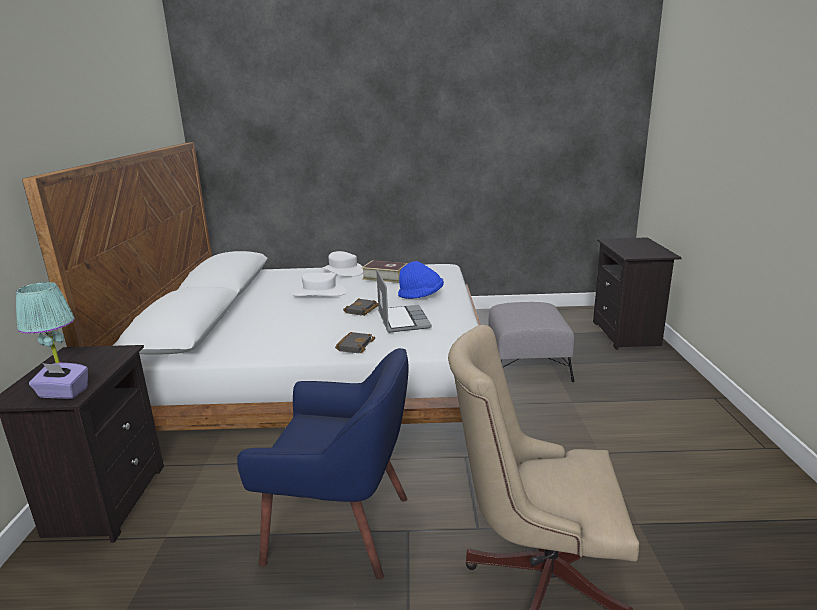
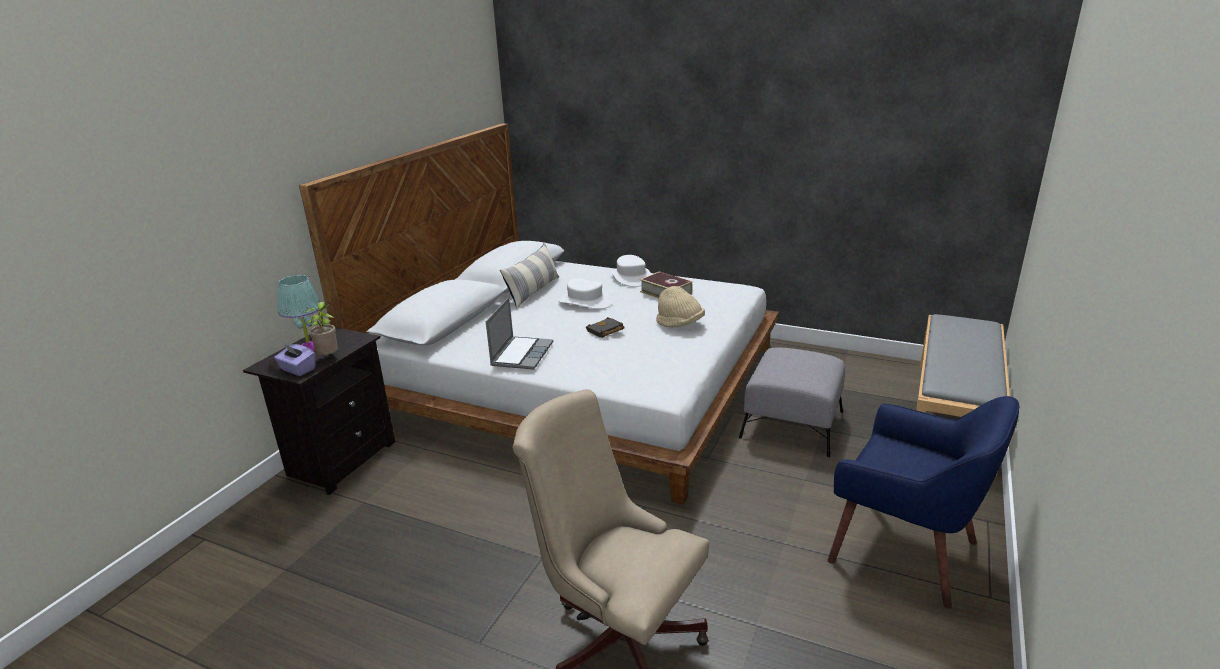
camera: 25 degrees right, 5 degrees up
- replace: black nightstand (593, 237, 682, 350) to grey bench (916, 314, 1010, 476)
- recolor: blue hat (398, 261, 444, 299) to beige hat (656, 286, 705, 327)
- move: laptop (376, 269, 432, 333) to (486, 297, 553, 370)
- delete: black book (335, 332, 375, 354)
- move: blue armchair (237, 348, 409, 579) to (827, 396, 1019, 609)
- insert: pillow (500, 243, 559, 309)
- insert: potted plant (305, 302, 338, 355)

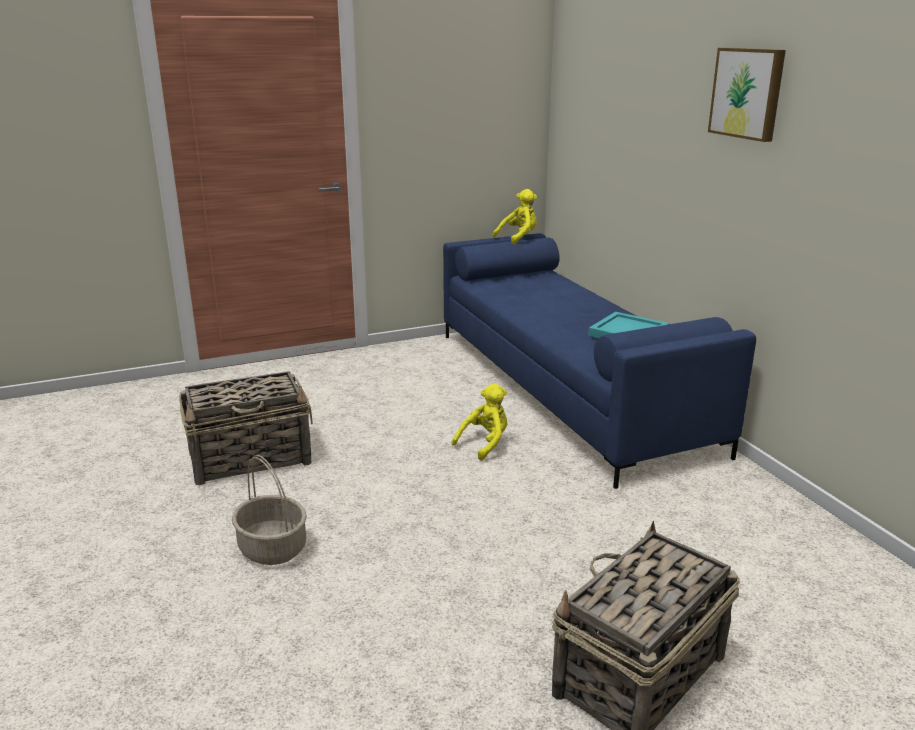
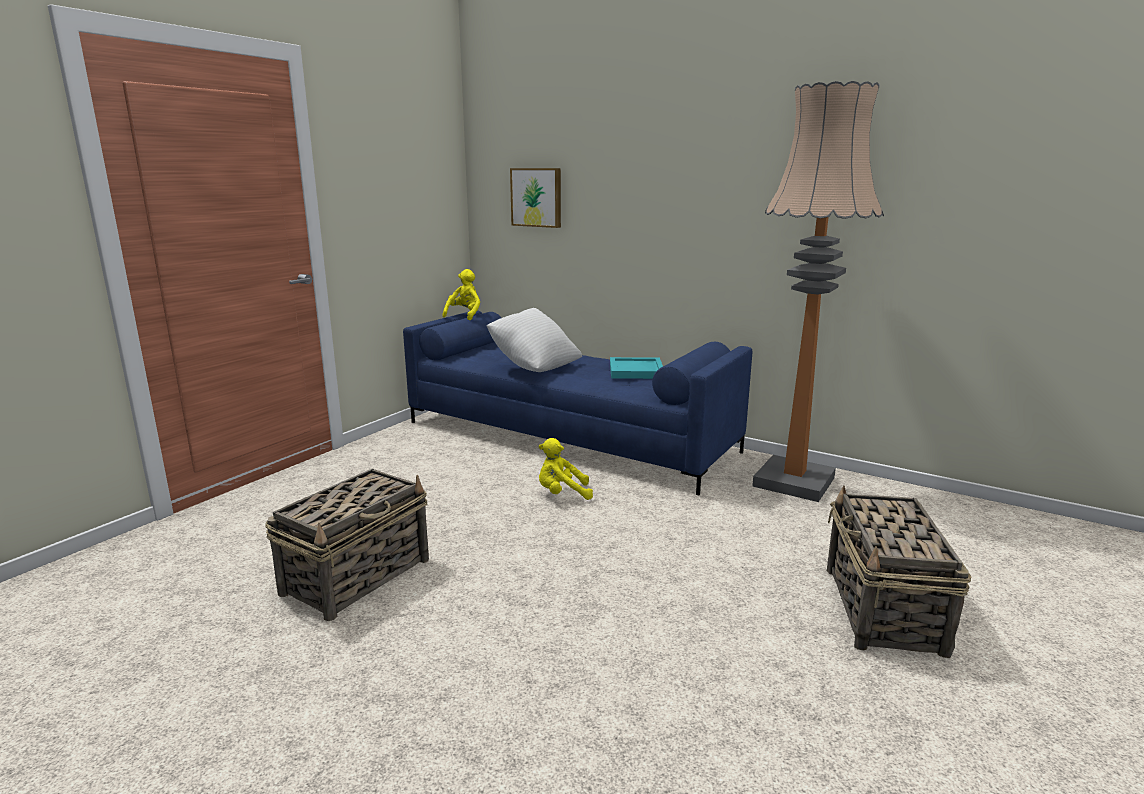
camera: 35 degrees left, 5 degrees down
- move: picture (708, 48, 786, 142) to (510, 168, 561, 228)
- rotate: yellow plush toy (452, 384, 507, 461) = (539, 438, 593, 500) 105 degrees counterclockwise
- delete: basket (232, 455, 307, 565)
- insert: floor lamp (752, 81, 884, 502)
- insert: white pillow (487, 308, 582, 372)

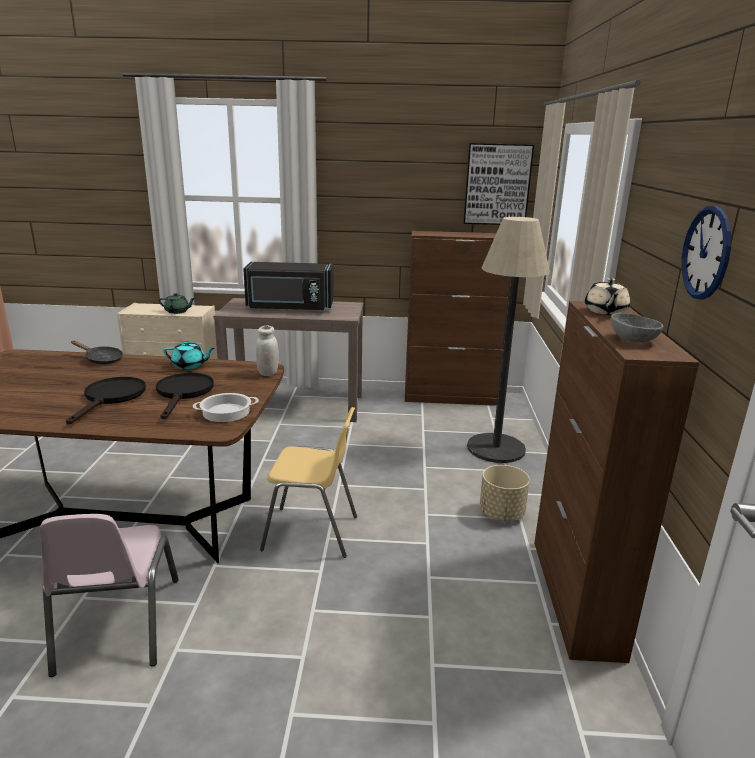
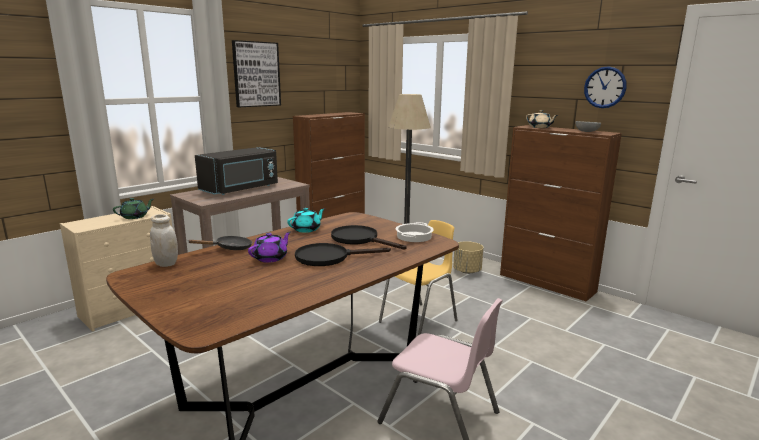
camera: 50 degrees left, 5 degrees down
- move: picture (463, 143, 534, 225) to (232, 40, 281, 107)
- move: white jar (256, 326, 279, 376) to (150, 214, 178, 267)
- rotate: black frying pan (66, 377, 146, 424) = (295, 243, 391, 266) 60 degrees counterclockwise
- insert: purple teapot (248, 231, 291, 263)

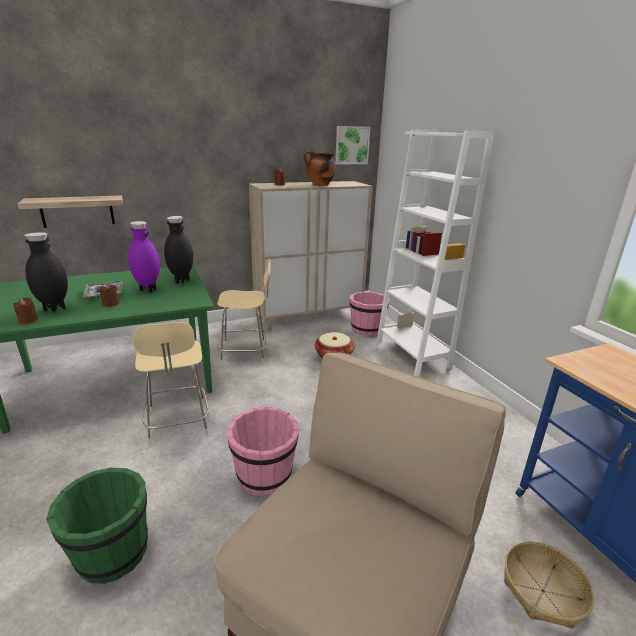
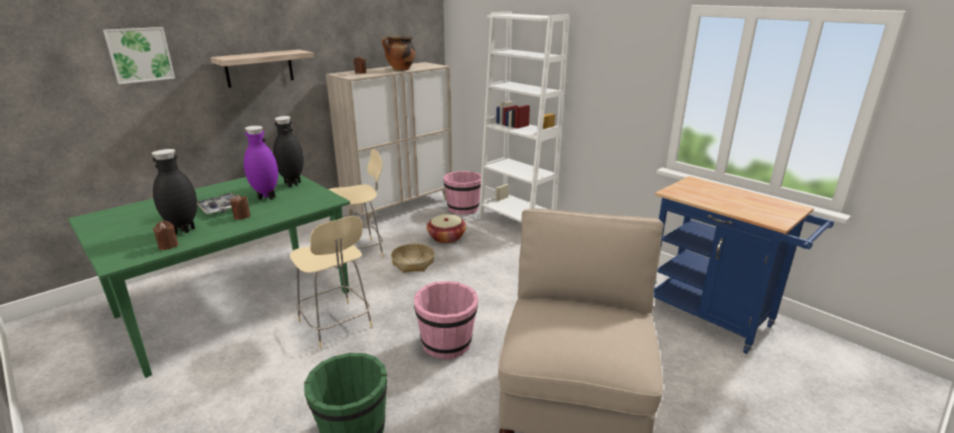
camera: 20 degrees left, 0 degrees up
- move: picture (335, 126, 370, 164) to (103, 27, 175, 84)
- move: shelf (18, 195, 123, 228) to (210, 50, 314, 88)
- move: basket (504, 541, 595, 629) to (391, 243, 435, 273)

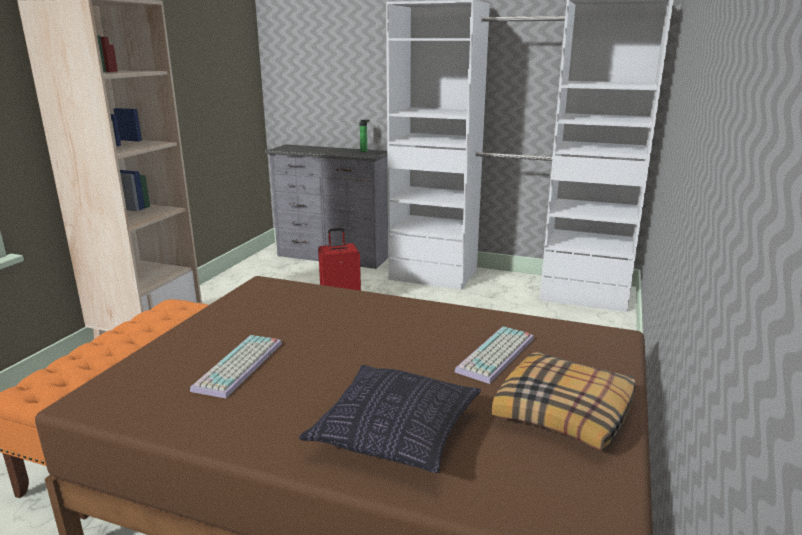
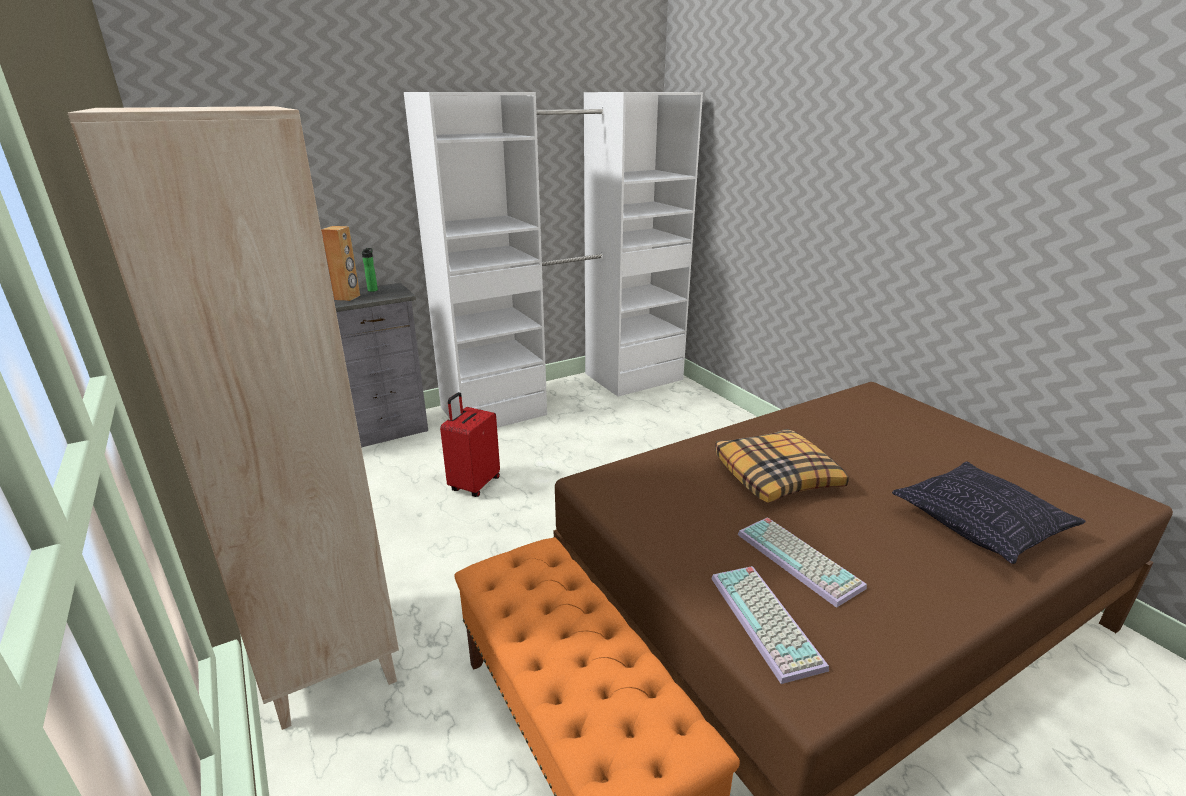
camera: 50 degrees left, 5 degrees up
- move: keyboard (455, 327, 534, 384) to (711, 566, 829, 684)
- move: pillow (492, 352, 636, 451) to (715, 429, 849, 503)
- insert: brown speaker (321, 226, 360, 301)

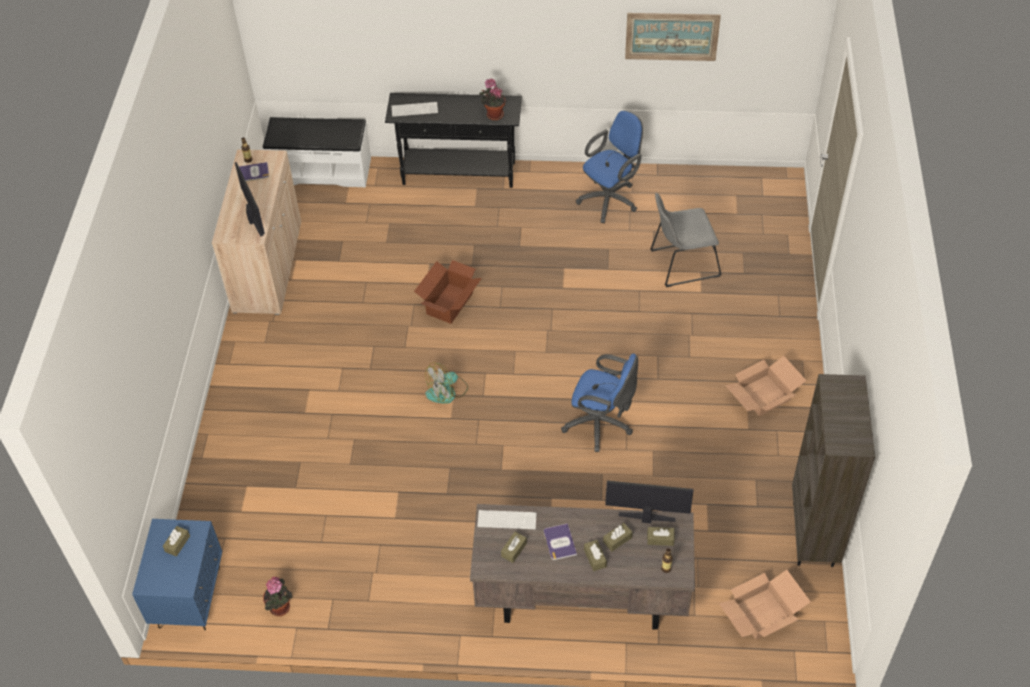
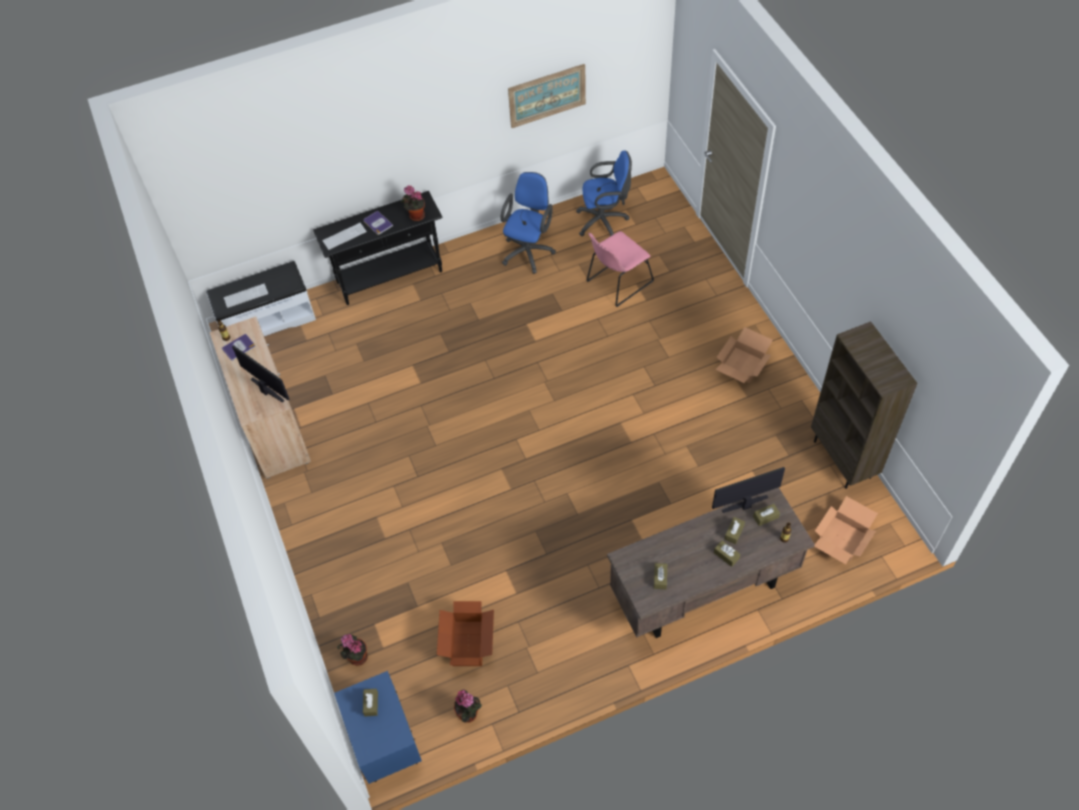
camera: 25 degrees left, 5 degrees up
- recolor: grey chair (650, 193, 721, 287) to pink chair (586, 231, 654, 307)
- move: cardboard box (414, 260, 482, 324) to (437, 601, 494, 666)
- move: blue office chair (561, 354, 638, 452) to (576, 151, 632, 236)
- delete: fan (425, 362, 468, 403)
- move: keyboard (477, 510, 537, 529) to (224, 284, 268, 308)
- move: book (544, 523, 577, 560) to (364, 210, 393, 235)
- insert: potted plant (337, 634, 368, 666)

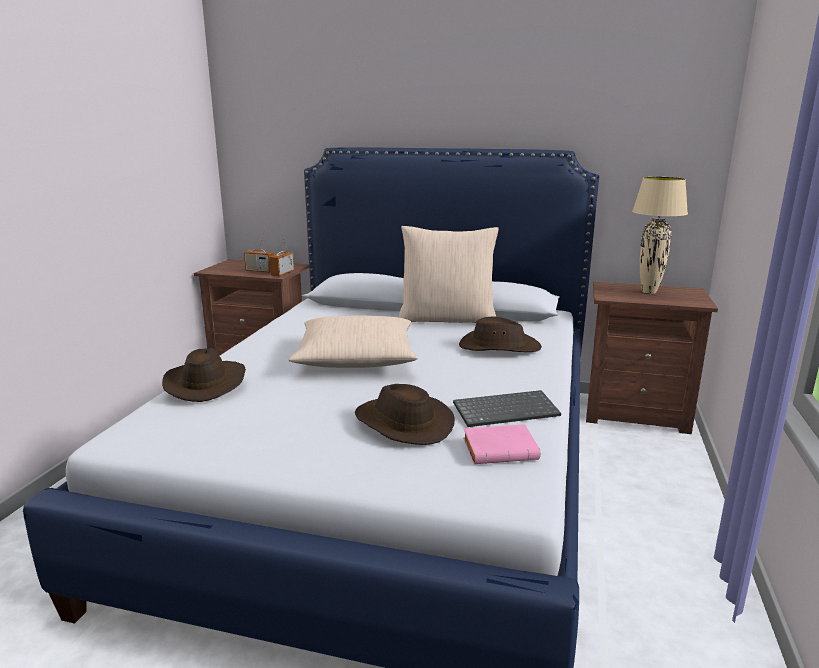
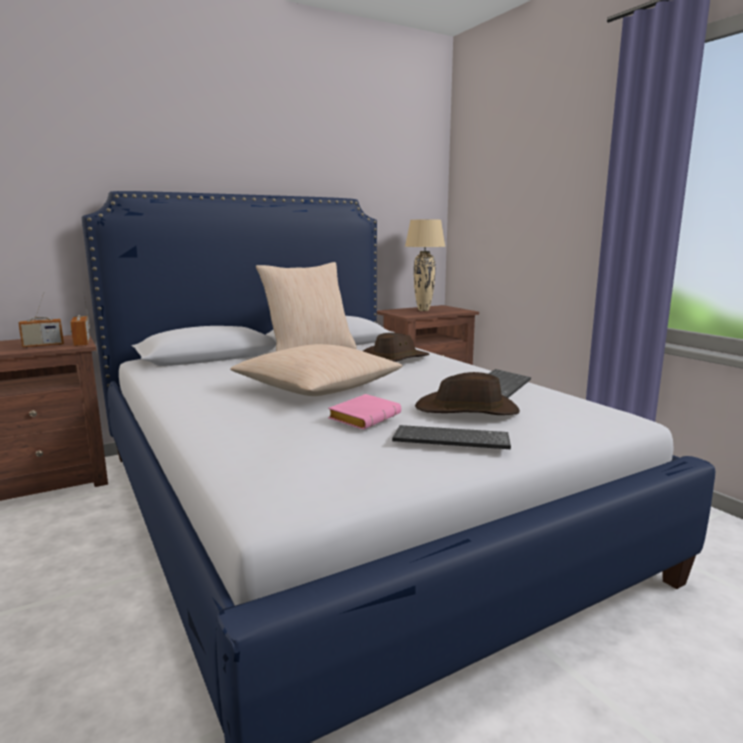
camera: 45 degrees left, 5 degrees down
- delete: brown hat (162, 348, 246, 402)
- move: pink book (463, 424, 540, 464) to (328, 394, 401, 430)
- insert: keyboard (392, 425, 511, 449)

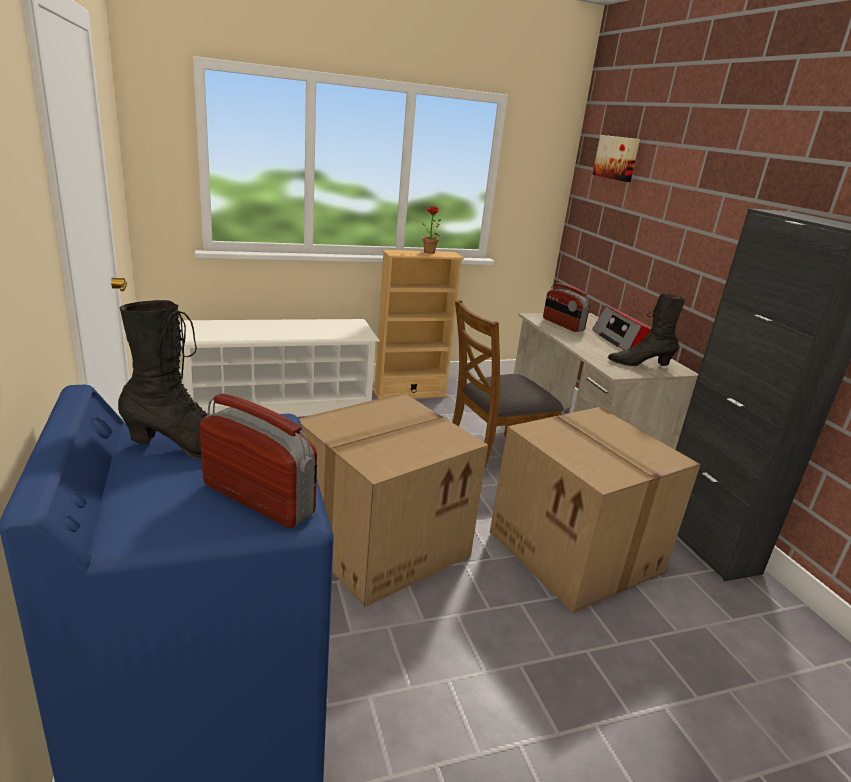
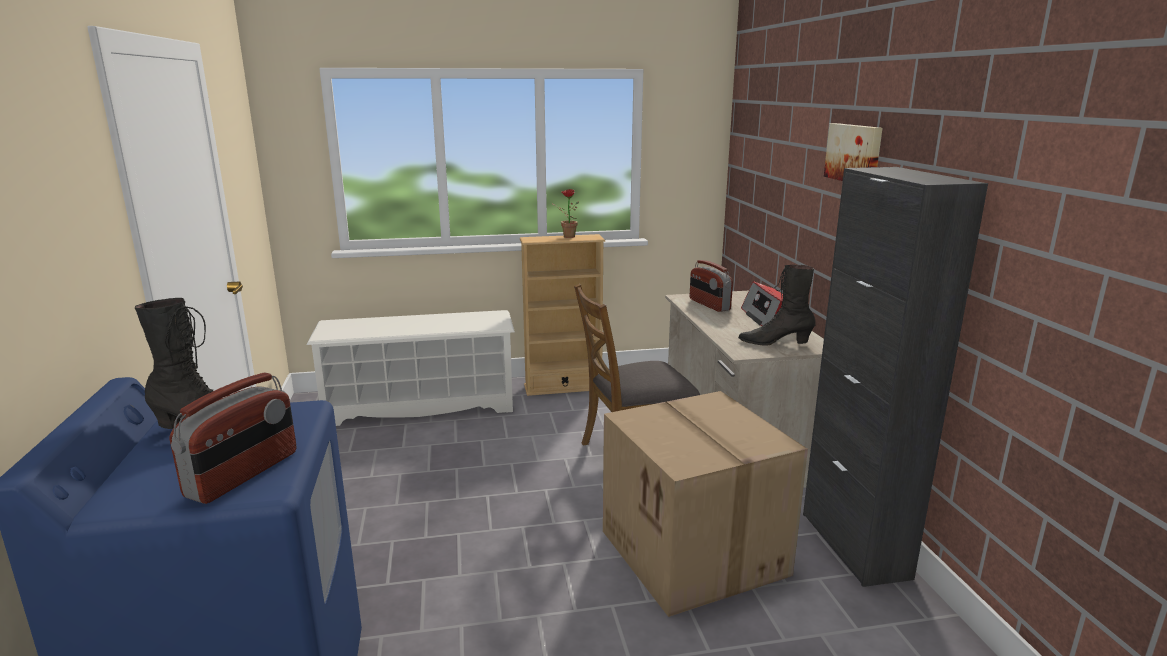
camera: 10 degrees right, 5 degrees down
- move: picture (592, 135, 640, 182) to (824, 123, 883, 181)
- rotate: radio (200, 393, 317, 528) = (170, 373, 296, 504) 75 degrees clockwise
- delete: cardboard box (298, 393, 488, 607)

